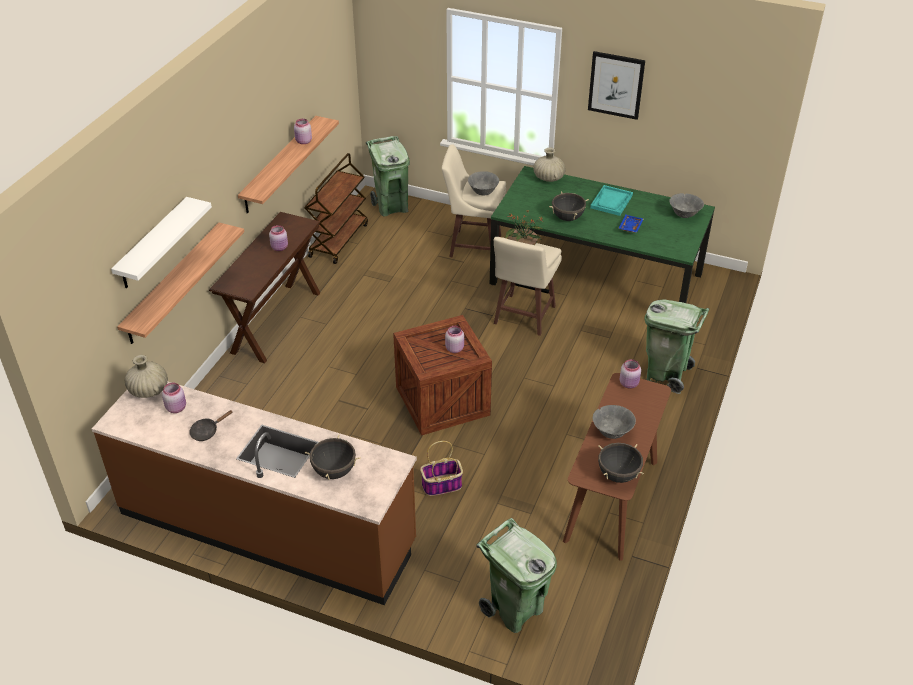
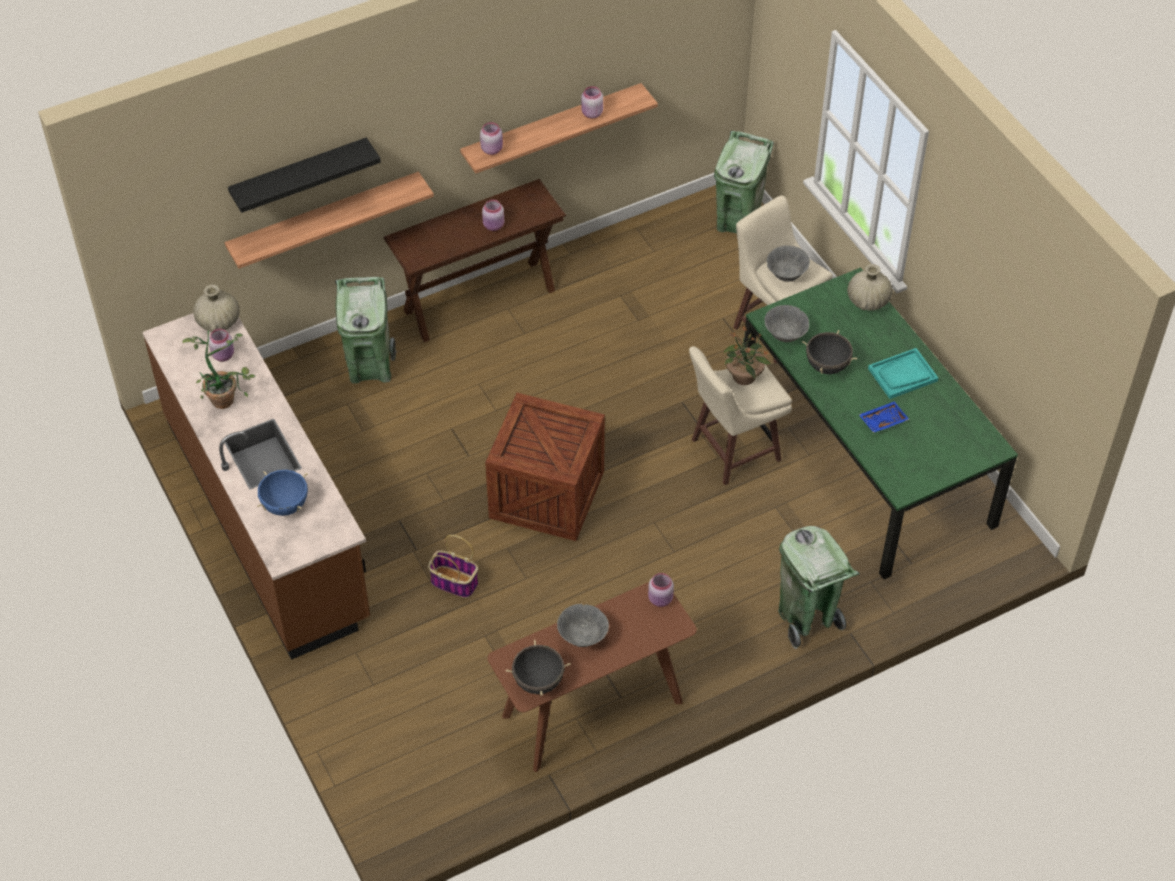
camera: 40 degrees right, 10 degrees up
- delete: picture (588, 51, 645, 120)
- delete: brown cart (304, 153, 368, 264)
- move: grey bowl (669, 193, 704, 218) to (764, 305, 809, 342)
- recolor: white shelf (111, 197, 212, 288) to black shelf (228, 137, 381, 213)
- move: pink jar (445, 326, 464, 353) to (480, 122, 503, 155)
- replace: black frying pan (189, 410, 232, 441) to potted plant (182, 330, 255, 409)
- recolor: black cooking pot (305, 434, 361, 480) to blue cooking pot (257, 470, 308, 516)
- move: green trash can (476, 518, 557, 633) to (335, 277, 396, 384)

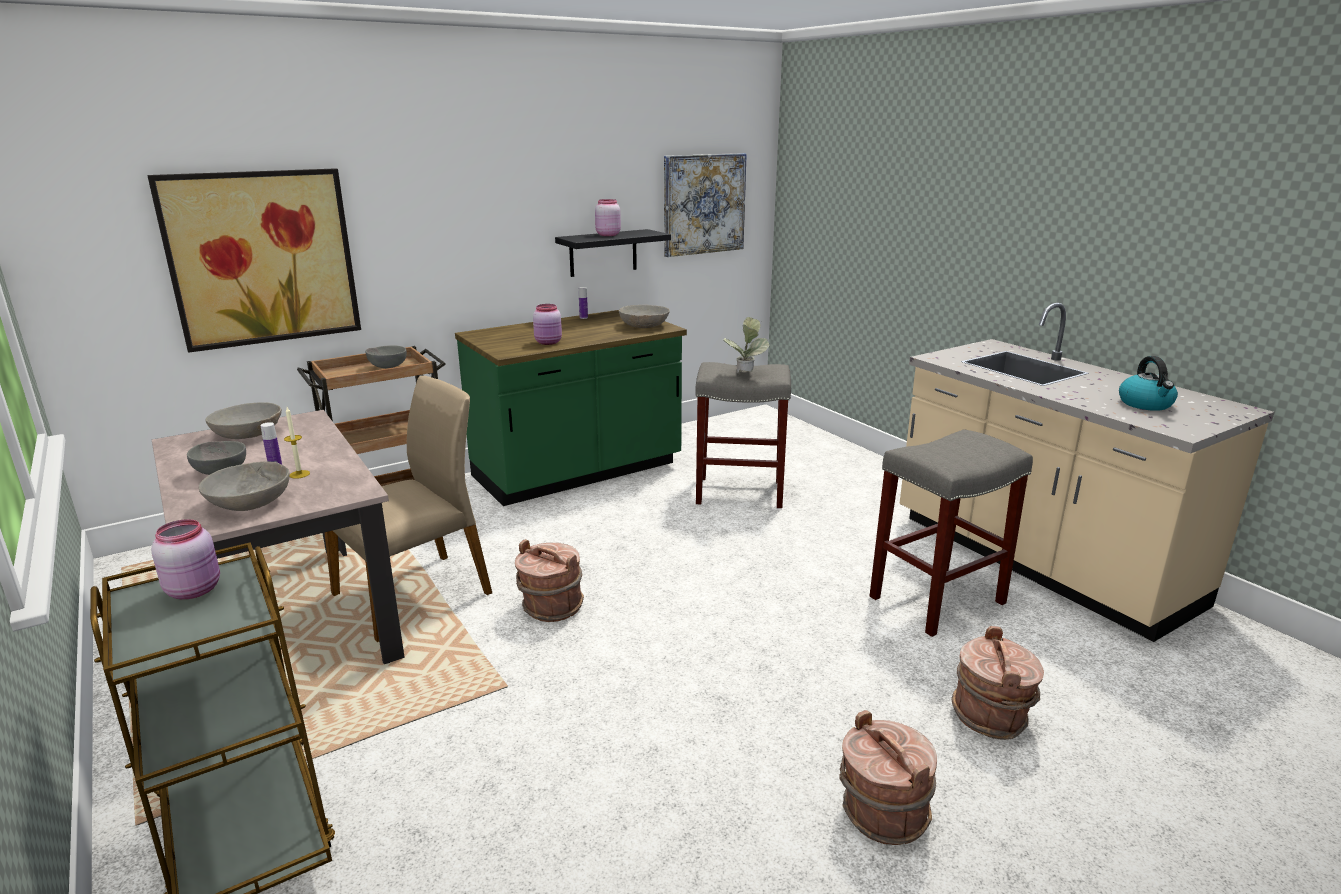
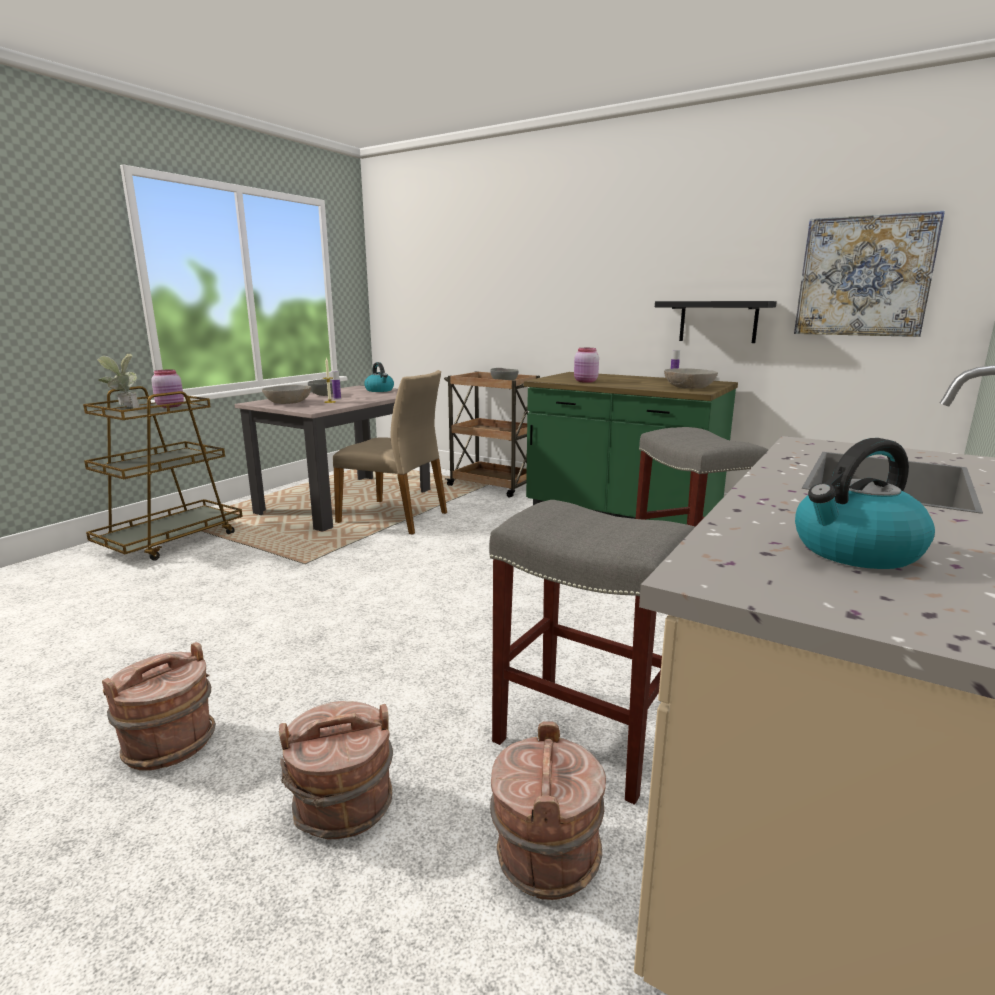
camera: 65 degrees right, 5 degrees down
- delete: picture (147, 168, 361, 353)
- delete: pink jar (595, 199, 621, 236)
- move: potted plant (723, 317, 769, 374) to (97, 353, 140, 408)
- replace: grey bowl (206, 402, 282, 439) to kettle (364, 362, 394, 392)
- move: brown bucket (515, 539, 584, 622) to (490, 721, 606, 900)

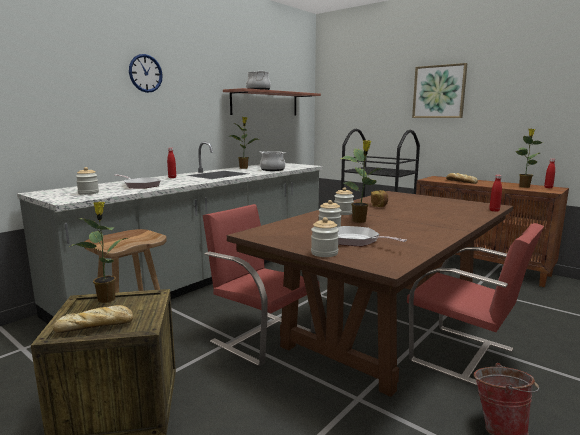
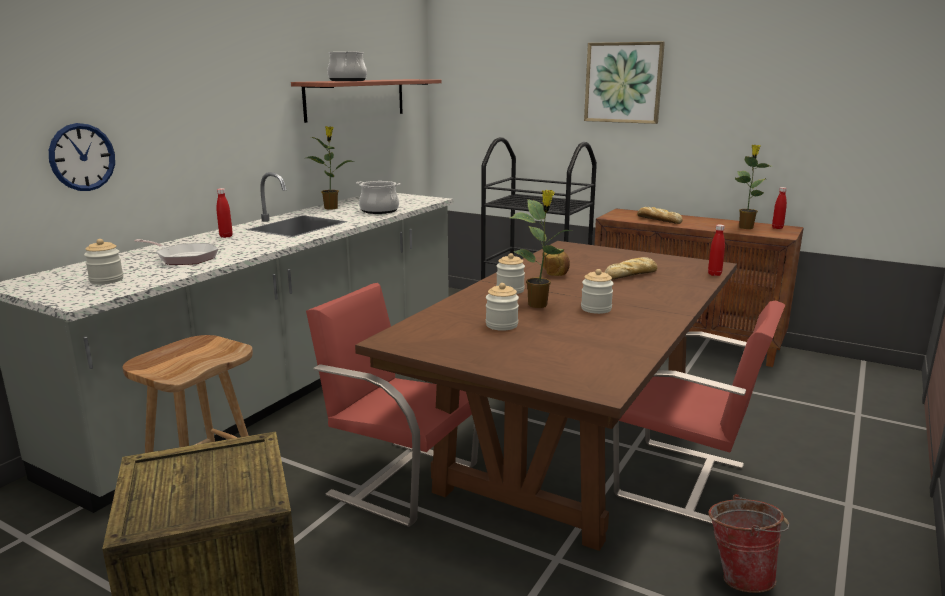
camera: 10 degrees left, 5 degrees up
- move: wall clock (129, 54, 163, 93) to (49, 123, 115, 191)
- delete: potted plant (72, 202, 128, 303)
- move: jar (311, 217, 339, 257) to (581, 269, 614, 314)
- delete: frying pan (337, 226, 407, 246)
- move: bread (53, 305, 133, 333) to (604, 257, 658, 280)

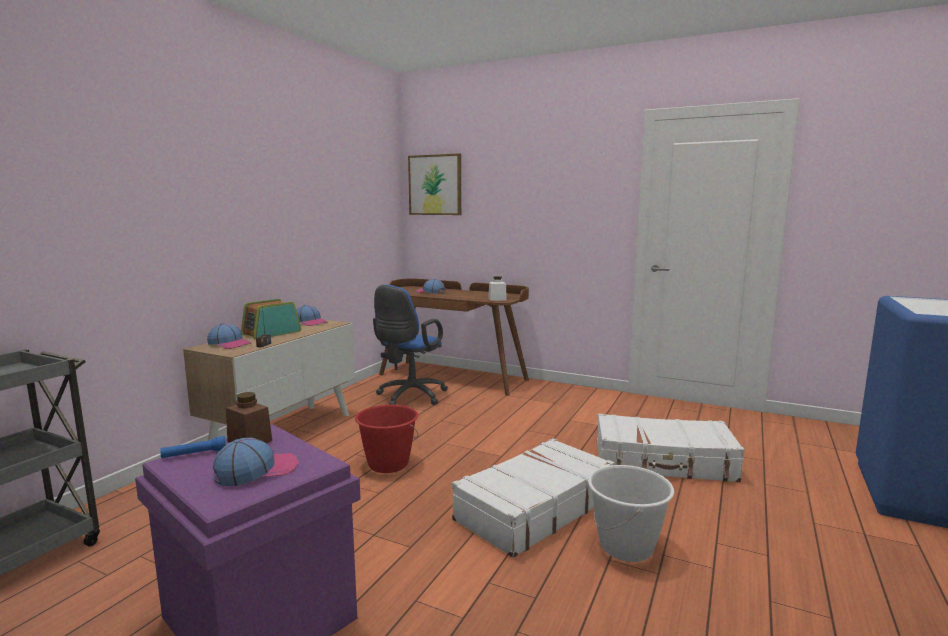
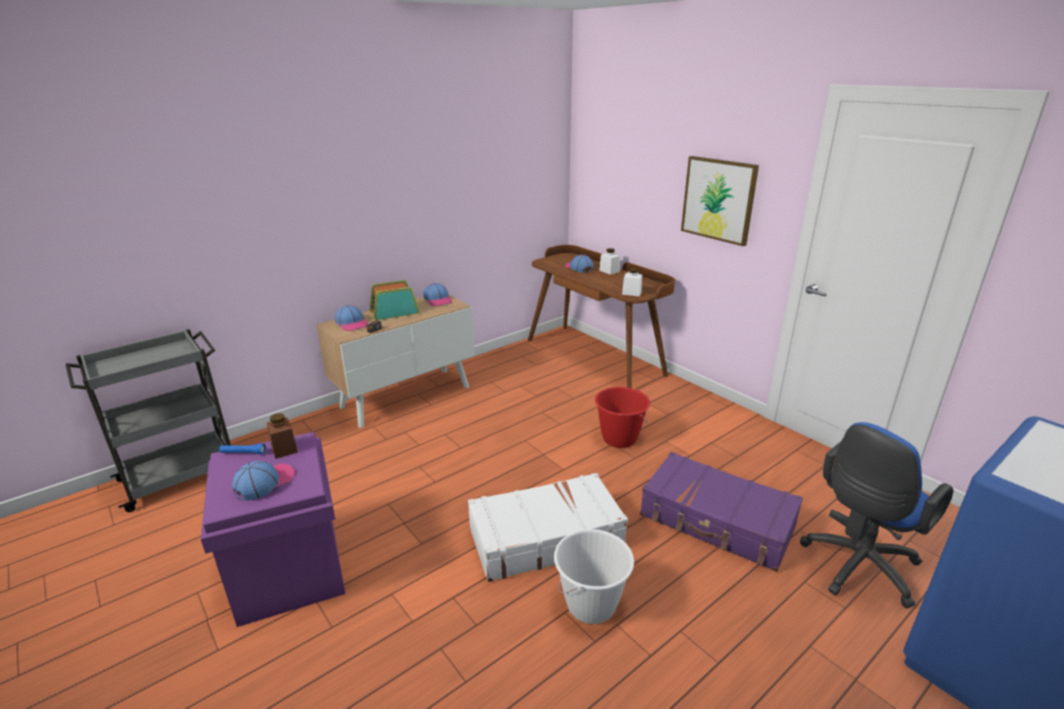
camera: 25 degrees right, 15 degrees up
- move: picture (408, 153, 461, 215) to (681, 156, 759, 246)
- move: blue office chair (373, 285, 448, 405) to (800, 422, 953, 608)
- move: red bucket (355, 404, 418, 473) to (595, 387, 650, 448)
- recolor: white suitcase (597, 414, 744, 482) to purple suitcase (640, 452, 803, 572)
- rotate: cap (213, 438, 299, 486) = (232, 461, 295, 501) 45 degrees counterclockwise
- insert: white jar (599, 248, 620, 275)

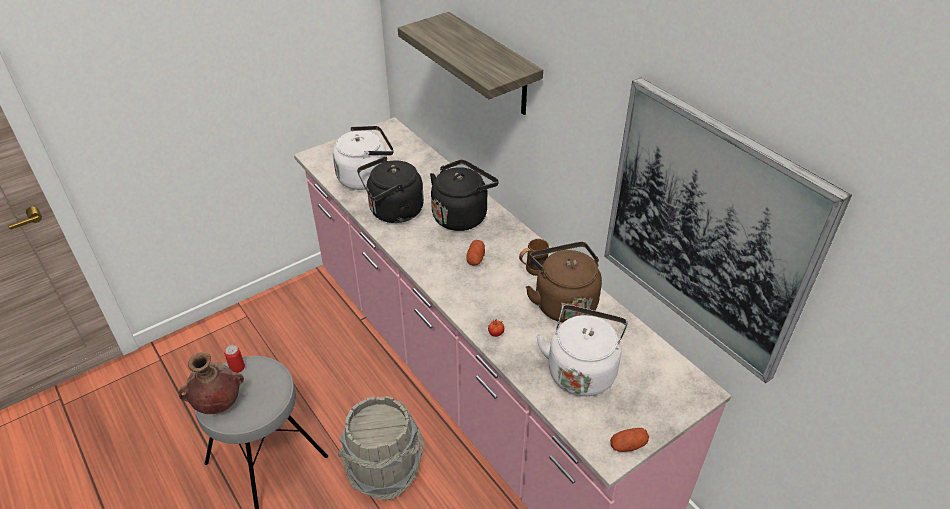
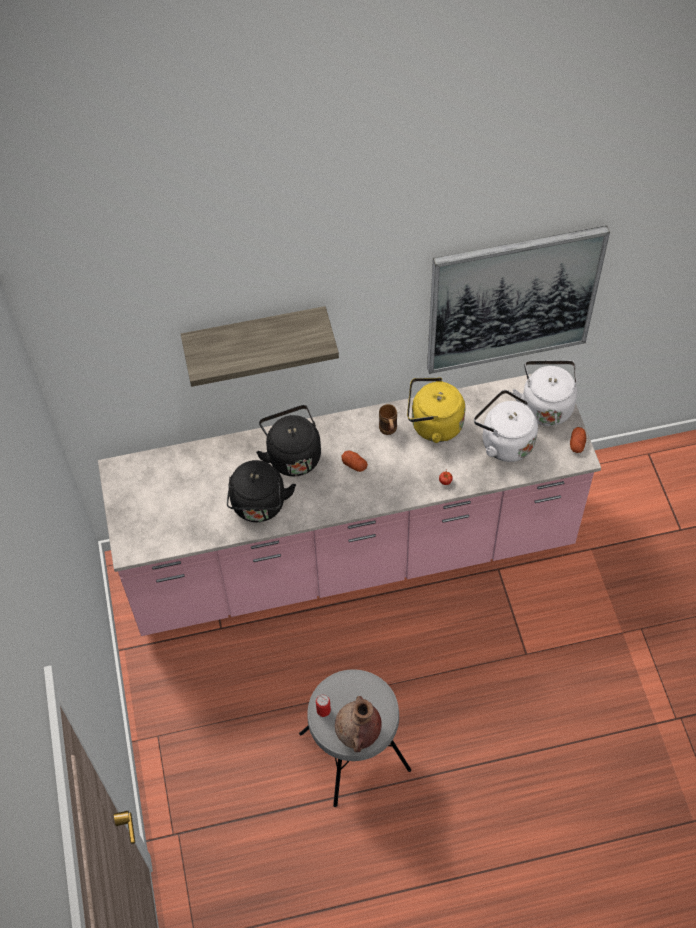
camera: 65 degrees left, 15 degrees up
- move: white kettle (333, 126, 394, 190) to (513, 360, 577, 426)
- recolor: brown kettle (526, 242, 602, 323) to yellow kettle (407, 377, 465, 443)
- delete: grey bucket (338, 396, 424, 500)

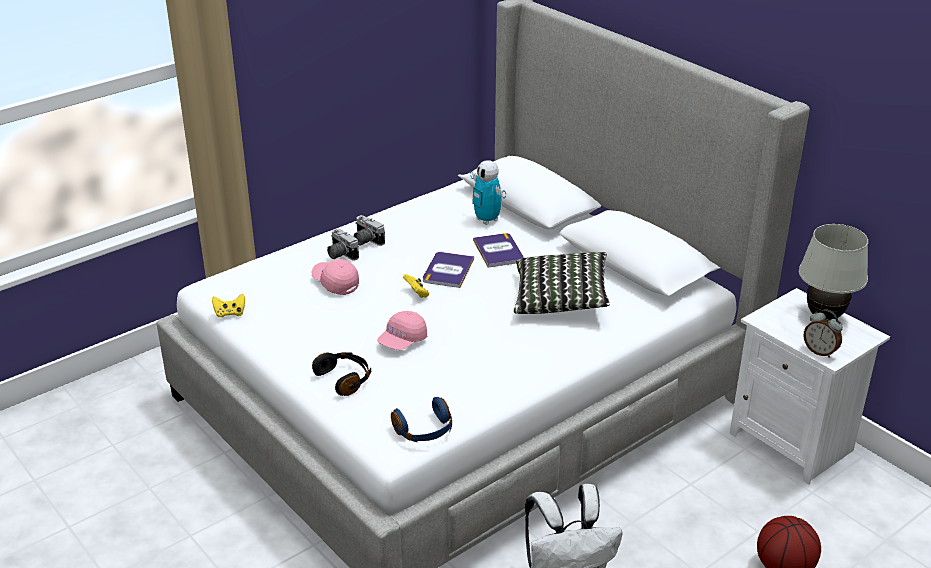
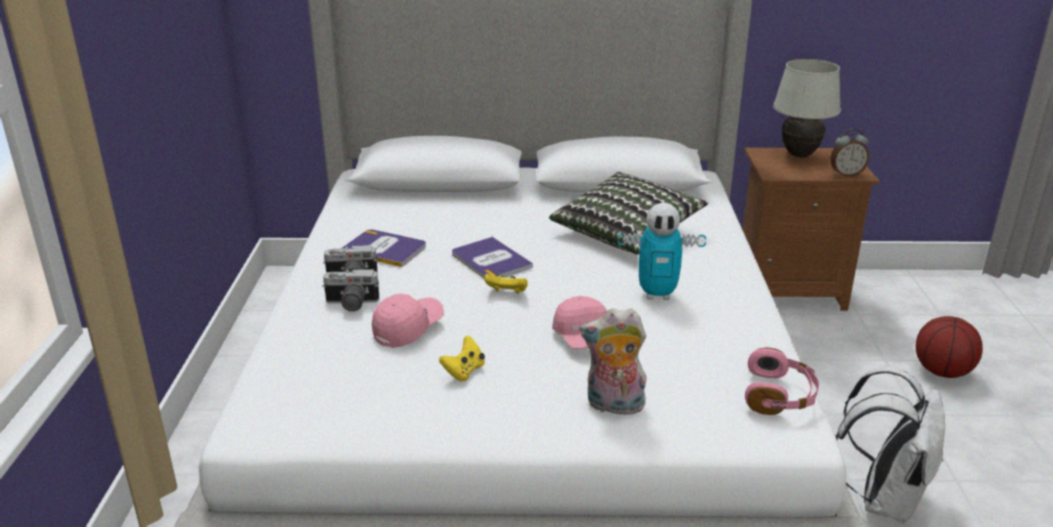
camera: 50 degrees left, 5 degrees down
- move: toy robot (470, 160, 506, 225) to (618, 203, 706, 300)
- move: book (473, 233, 524, 268) to (342, 229, 426, 267)
- rotate: pink cap (312, 259, 359, 295) = (372, 294, 444, 348) 135 degrees clockwise
- recolor: white nightstand (729, 288, 890, 485) to brown nightstand (743, 148, 879, 311)
- move: yellow game controller (212, 294, 245, 318) to (439, 336, 485, 381)
- replace: black headphones (312, 352, 371, 396) to plush toy (580, 308, 647, 415)
- recolor: blue headphones (391, 397, 452, 442) to pink headphones (745, 347, 819, 415)

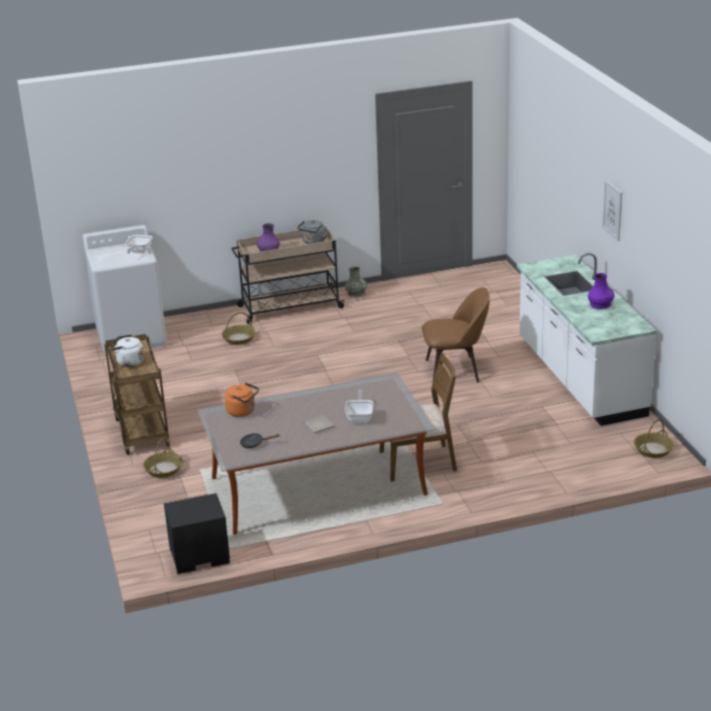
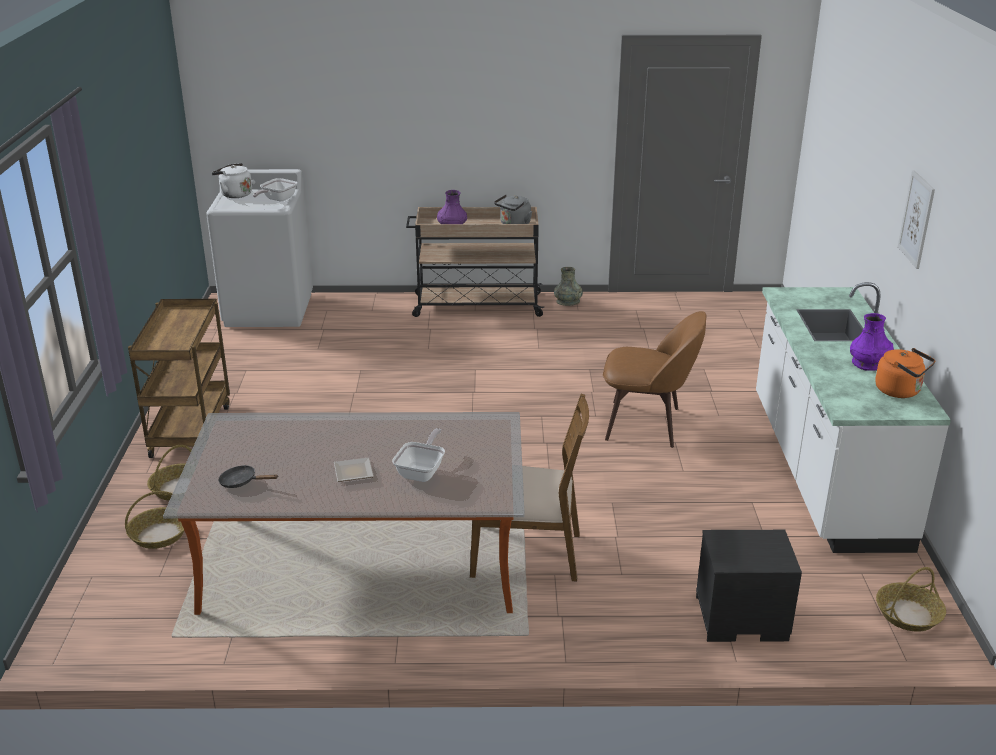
camera: 15 degrees right, 0 degrees up
- move: basket (221, 312, 255, 345) to (125, 491, 184, 549)
- move: white kettle (110, 334, 144, 367) to (211, 163, 252, 198)
- move: orange kettle (225, 383, 259, 417) to (875, 348, 935, 398)
- move: black nightstand (164, 493, 230, 574) to (696, 530, 802, 642)

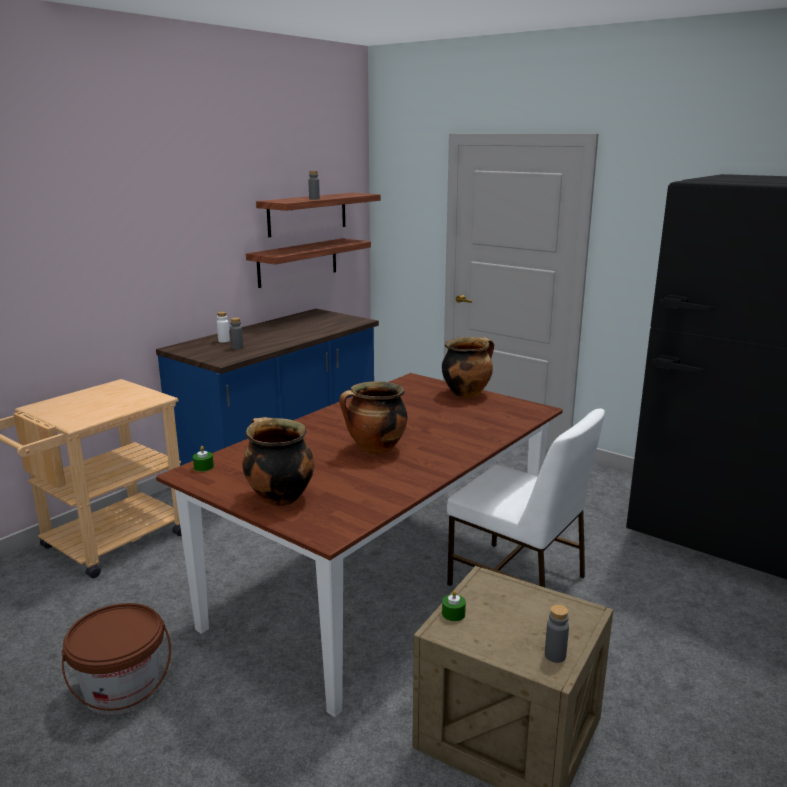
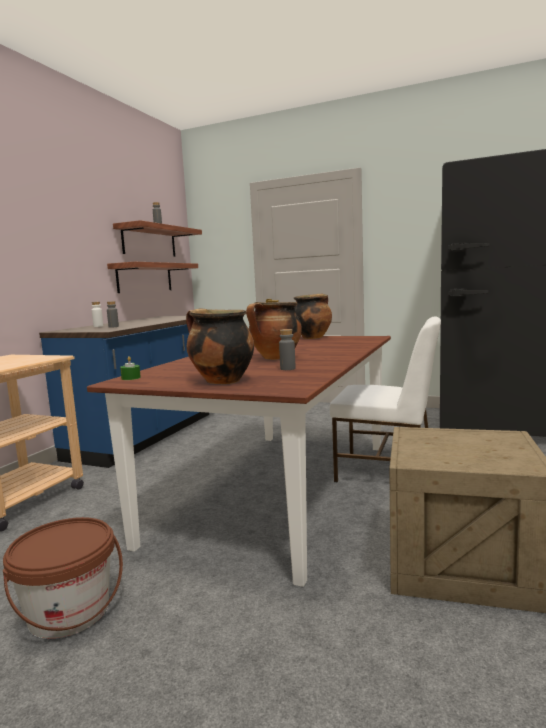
camera: 15 degrees left, 10 degrees down
- delete: green candle (442, 590, 466, 621)
- move: grey bottle (545, 605, 569, 663) to (279, 329, 296, 370)

